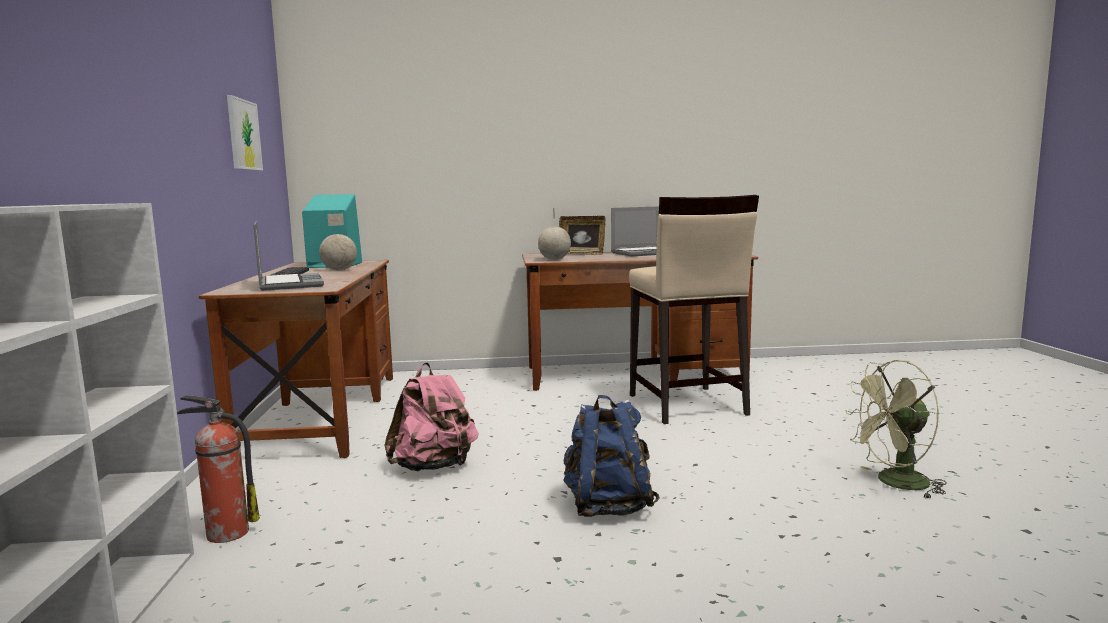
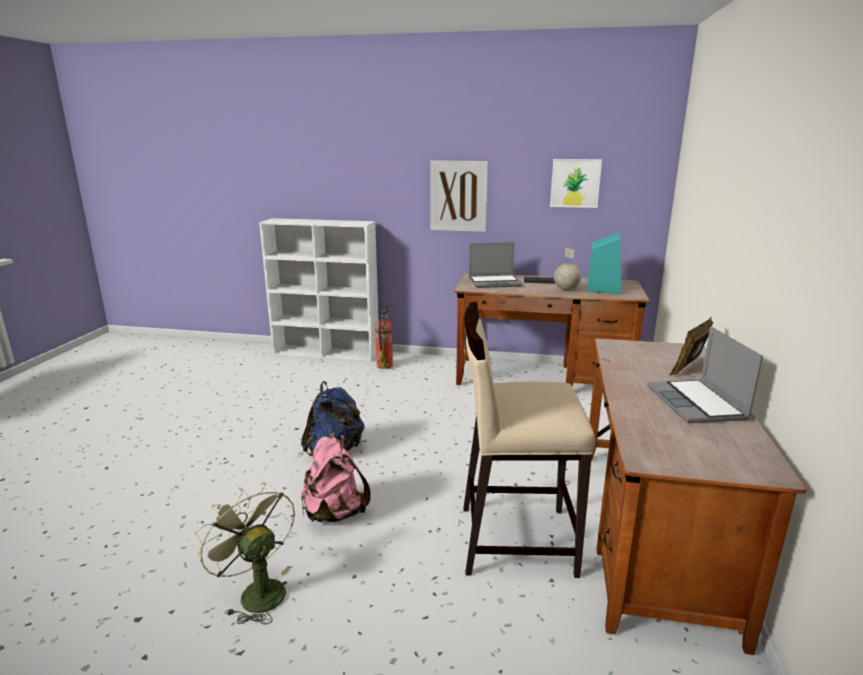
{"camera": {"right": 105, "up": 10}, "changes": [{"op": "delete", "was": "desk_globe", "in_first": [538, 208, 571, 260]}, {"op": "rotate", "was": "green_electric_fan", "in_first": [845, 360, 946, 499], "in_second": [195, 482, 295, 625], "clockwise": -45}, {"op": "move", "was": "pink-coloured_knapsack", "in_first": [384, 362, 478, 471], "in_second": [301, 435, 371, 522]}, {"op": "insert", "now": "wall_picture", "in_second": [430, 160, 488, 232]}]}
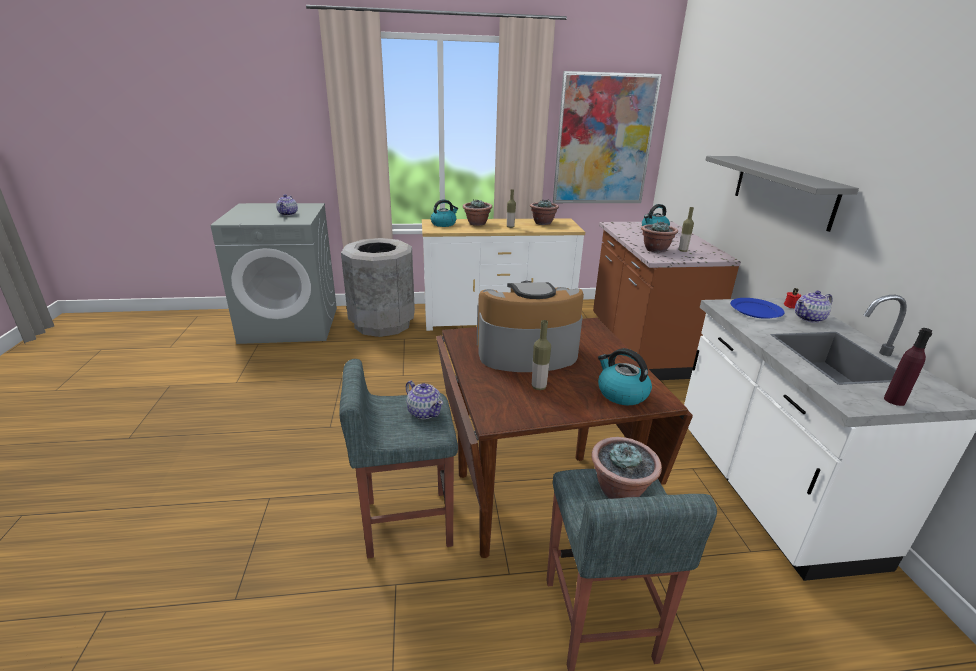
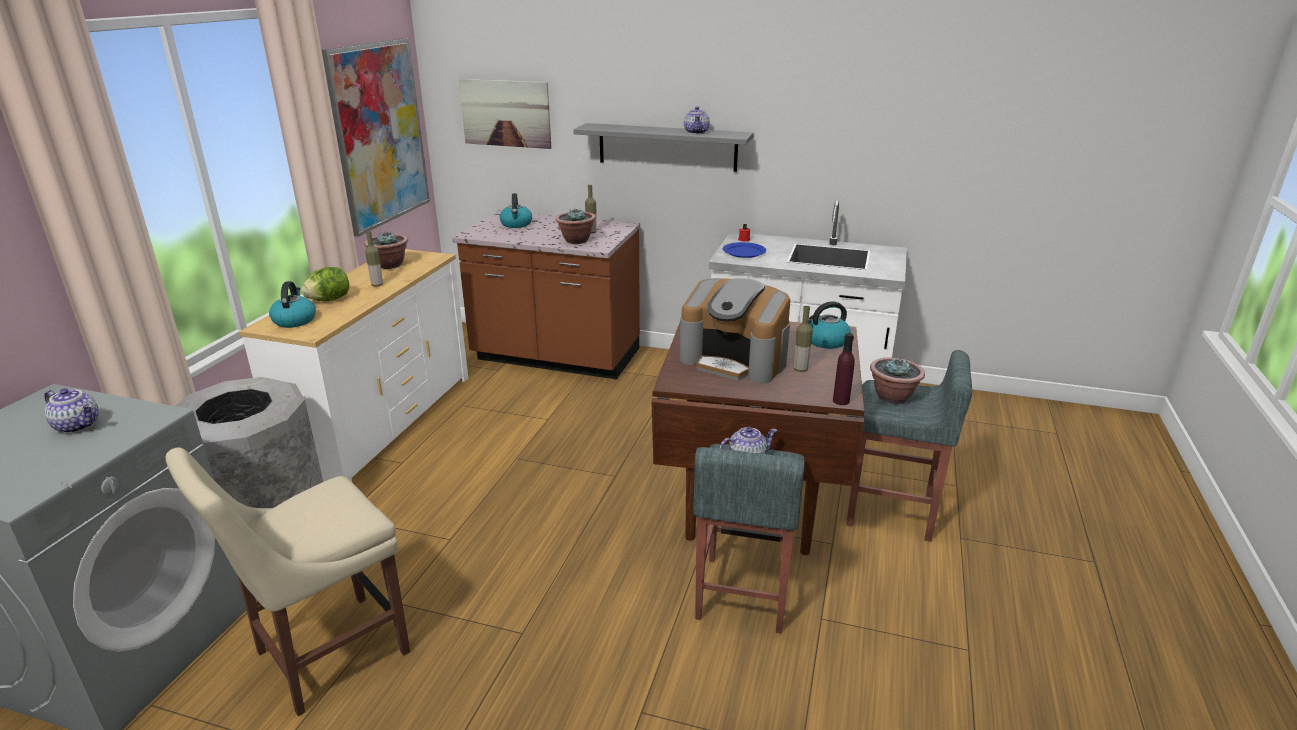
{"camera": {"right": -65, "up": 0}, "changes": [{"op": "replace", "was": "houseplant", "now": "lettuce", "in_first": [463, 200, 492, 226], "in_second": [301, 267, 350, 301]}, {"op": "rotate", "was": "coffee_machine", "in_first": [477, 281, 584, 372], "in_second": [680, 278, 790, 384], "clockwise": -75}, {"op": "move", "was": "tea_pot", "in_first": [795, 291, 833, 323], "in_second": [684, 106, 710, 134]}, {"op": "move", "was": "purple-coloured_beverage_bottle", "in_first": [884, 328, 932, 406], "in_second": [833, 333, 855, 405]}, {"op": "insert", "now": "wall_picture", "in_second": [459, 78, 551, 149]}, {"op": "insert", "now": "sand-coloured_plain_chair", "in_second": [165, 447, 410, 716]}]}
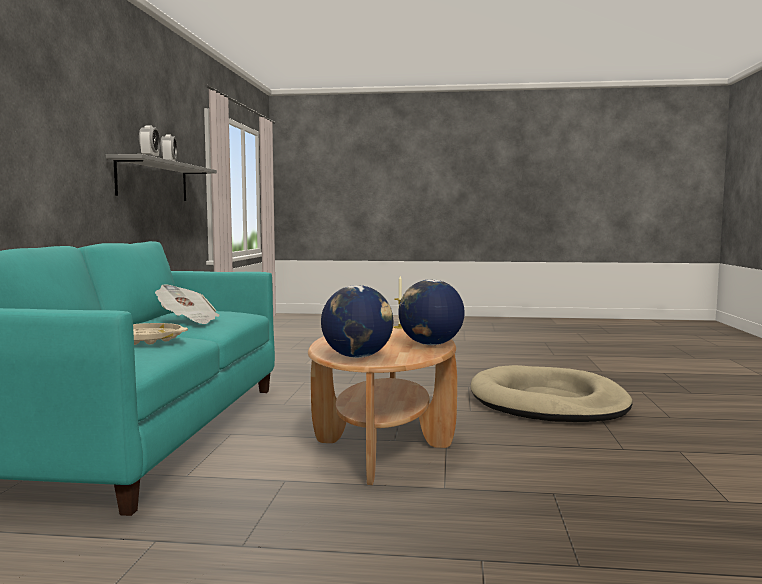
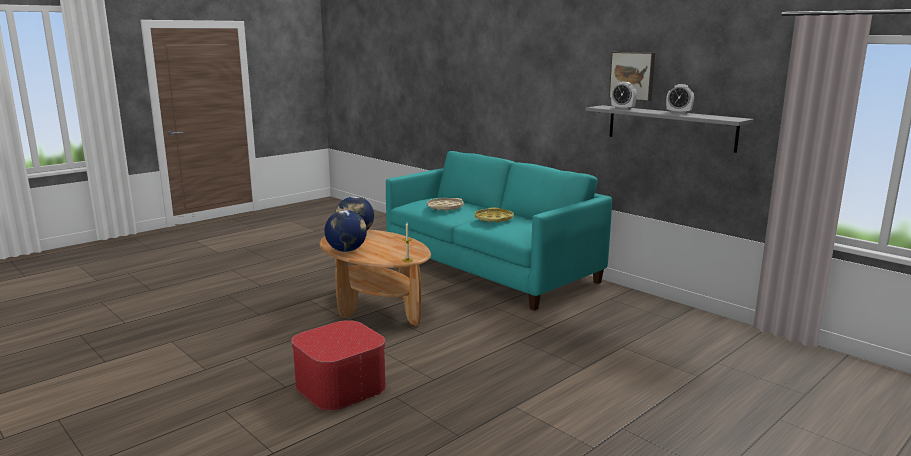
{"camera": {"right": 130, "up": 10}, "changes": [{"op": "replace", "was": "printed_paper", "now": "yellow-coloured_serving_tray", "in_first": [155, 285, 220, 324], "in_second": [475, 208, 514, 223]}, {"op": "replace", "was": "sand-coloured_pet_bed", "now": "ottoman", "in_first": [471, 365, 633, 422], "in_second": [291, 320, 386, 411]}, {"op": "insert", "now": "wall_picture", "in_second": [609, 52, 655, 101]}]}
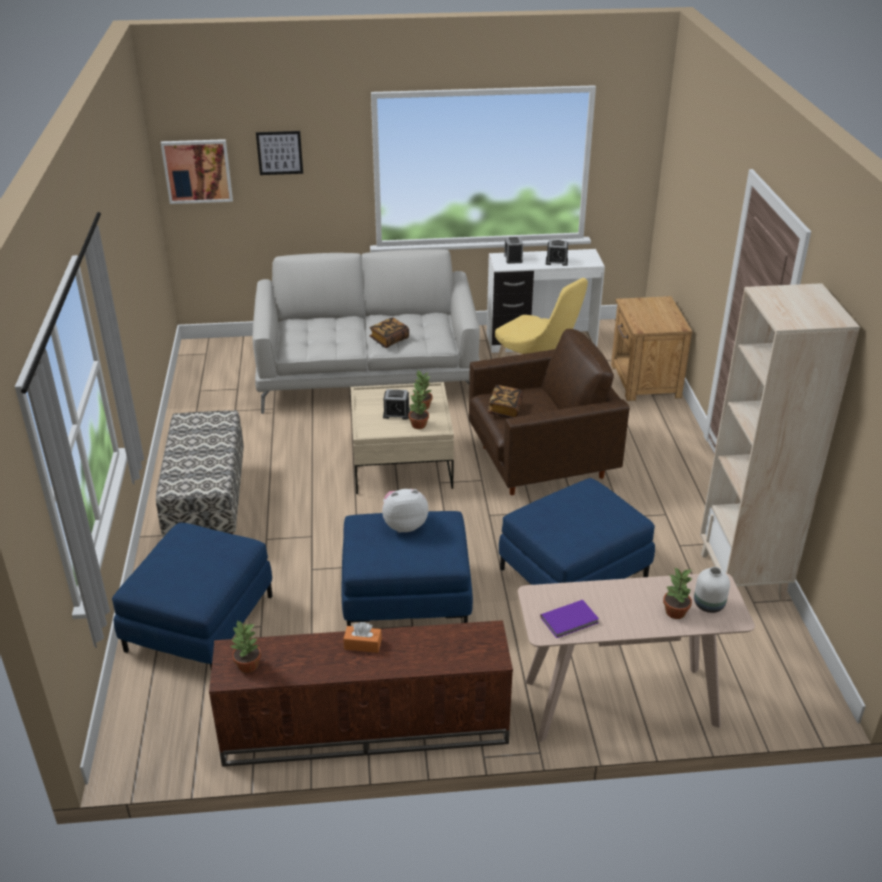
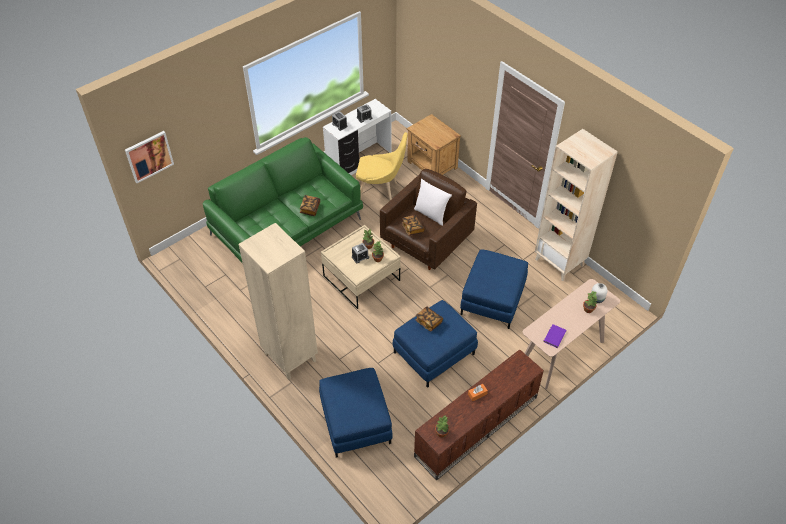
{"camera": {"right": -35, "up": 15}, "changes": [{"op": "delete", "was": "wall_picture", "in_first": [256, 131, 303, 175]}, {"op": "recolor", "was": "gray_couch", "now": "green_couch", "in_first": [252, 249, 480, 414], "in_second": [203, 137, 363, 262]}, {"op": "replace", "was": "indoor_bench", "now": "sand-coloured_shelving_unit", "in_first": [156, 410, 244, 537], "in_second": [239, 223, 318, 380]}, {"op": "replace", "was": "cuddly_toy", "now": "book", "in_first": [382, 489, 429, 533], "in_second": [415, 307, 443, 331]}, {"op": "insert", "now": "white_pillow", "in_second": [414, 178, 452, 226]}]}
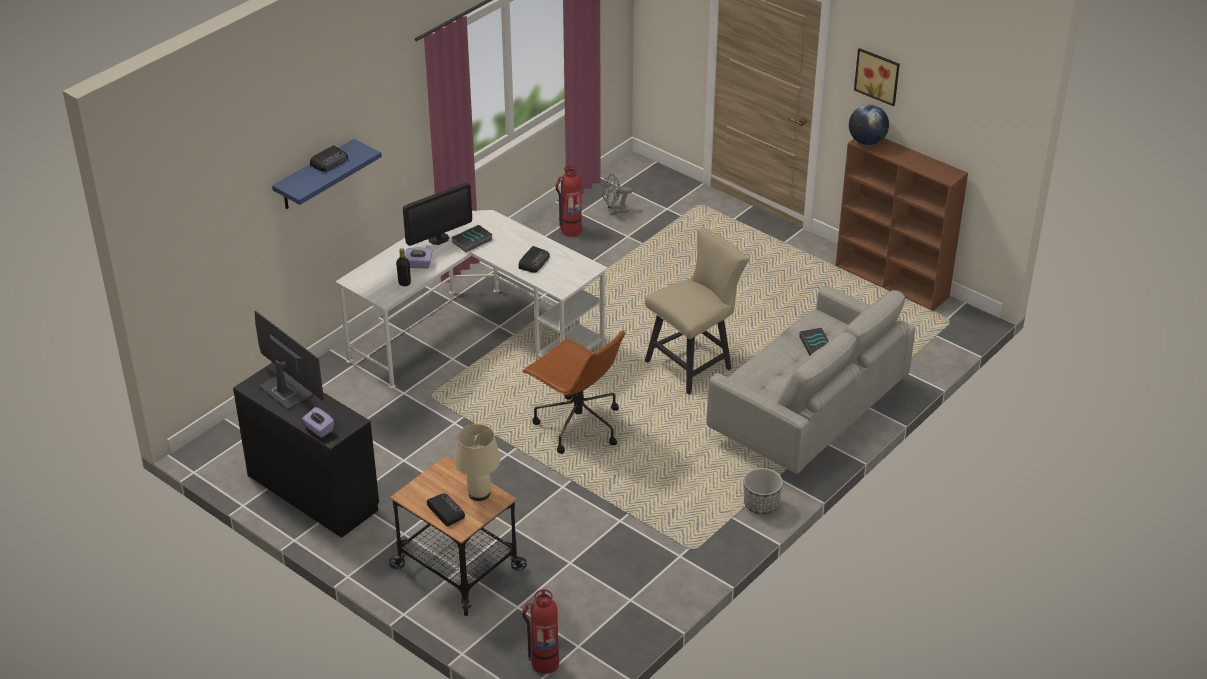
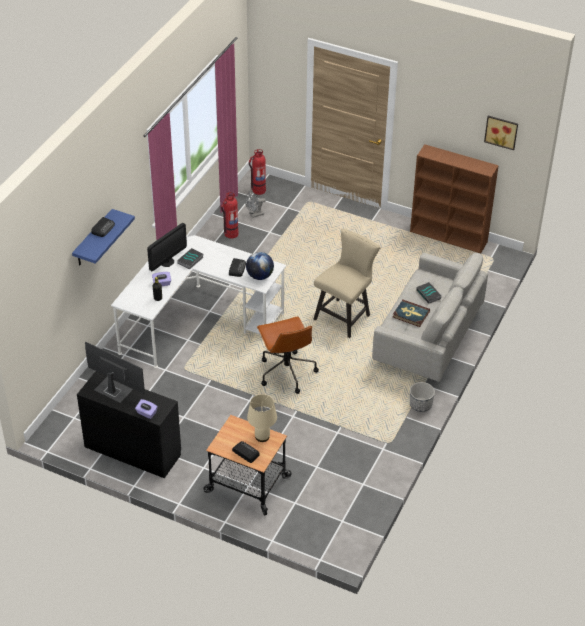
{"camera": {"right": -15, "up": 5}, "changes": [{"op": "move", "was": "wall_picture", "in_first": [854, 48, 900, 106], "in_second": [484, 116, 518, 150]}, {"op": "move", "was": "desk_globe", "in_first": [849, 105, 889, 145], "in_second": [246, 252, 274, 280]}, {"op": "rotate", "was": "brown-coloured_computer_chair", "in_first": [522, 330, 625, 454], "in_second": [257, 317, 319, 394], "clockwise": 45}, {"op": "move", "was": "extinguisher", "in_first": [522, 589, 559, 674], "in_second": [249, 149, 266, 195]}, {"op": "insert", "now": "book", "in_second": [393, 300, 430, 327]}]}
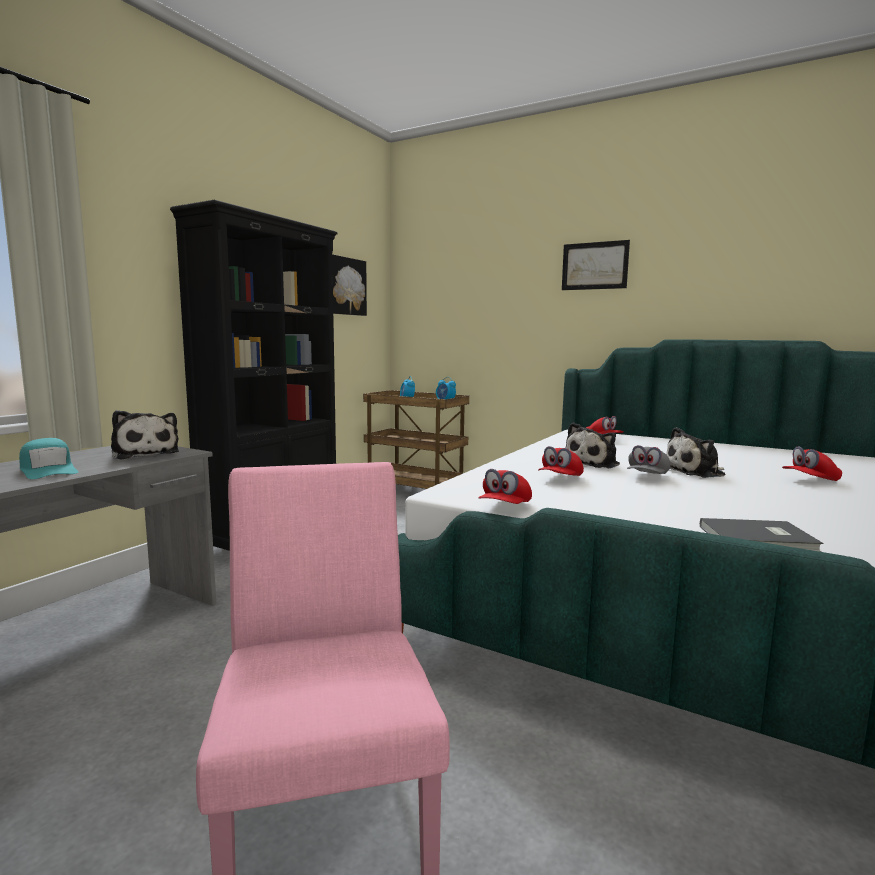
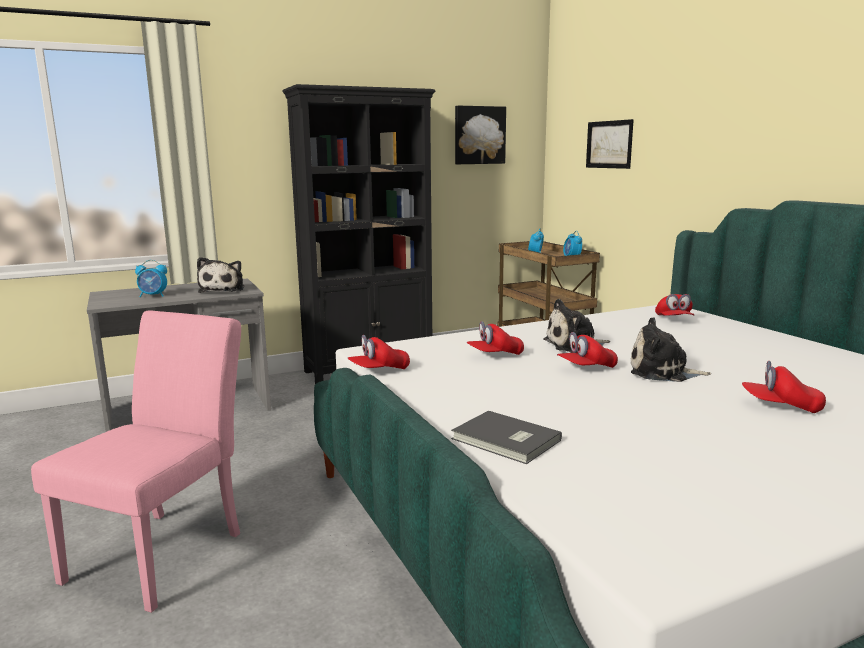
{"camera": {"right": 35, "up": 5}, "changes": [{"op": "move", "was": "wall_picture", "in_first": [562, 240, 630, 290], "in_second": [586, 119, 634, 169]}, {"op": "replace", "was": "turquoise-coloured_cap", "now": "alarm_clock", "in_first": [19, 438, 78, 479], "in_second": [135, 260, 167, 297]}, {"op": "recolor", "was": "gray_cap", "now": "red_cap", "in_first": [627, 445, 671, 474], "in_second": [557, 332, 618, 368]}]}
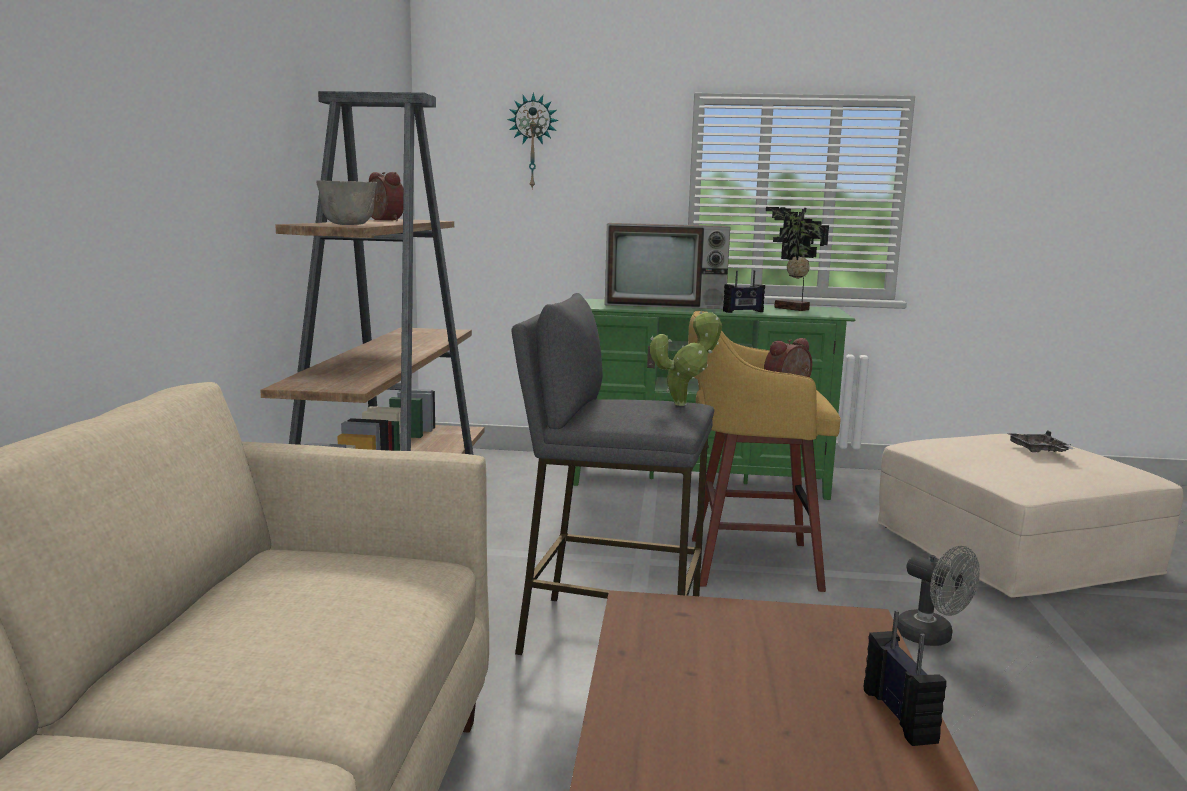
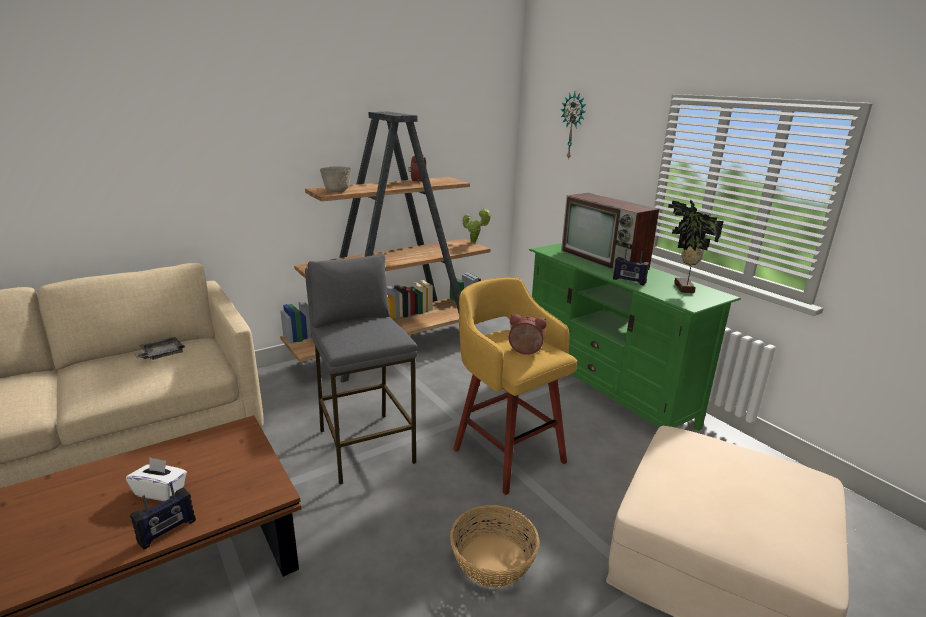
{"camera": {"right": 50, "up": 10}, "changes": [{"op": "move", "was": "houseplant", "in_first": [650, 311, 722, 406], "in_second": [463, 208, 491, 244]}, {"op": "move", "was": "gray_serving_tray", "in_first": [1006, 431, 1074, 452], "in_second": [135, 337, 185, 360]}, {"op": "replace", "was": "gray_electric_fan", "now": "basket", "in_first": [897, 546, 980, 646], "in_second": [450, 505, 540, 588]}, {"op": "insert", "now": "white_tissue_box", "in_second": [126, 457, 187, 501]}]}
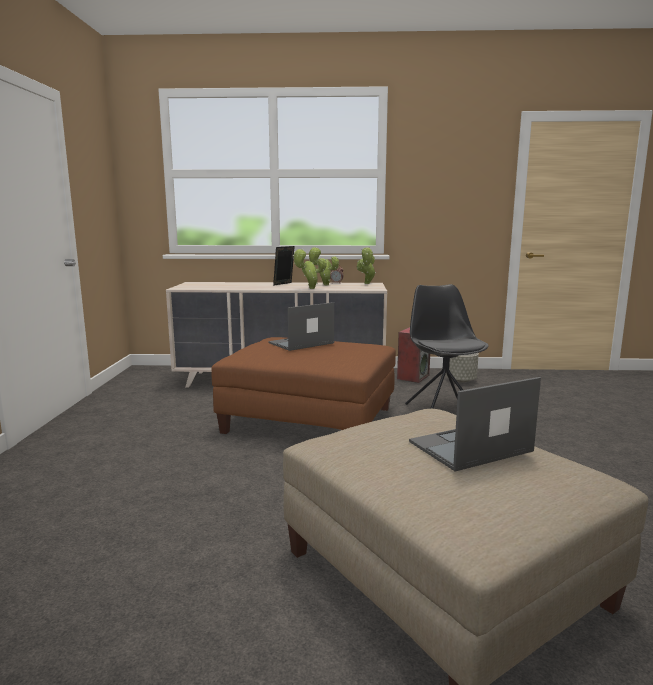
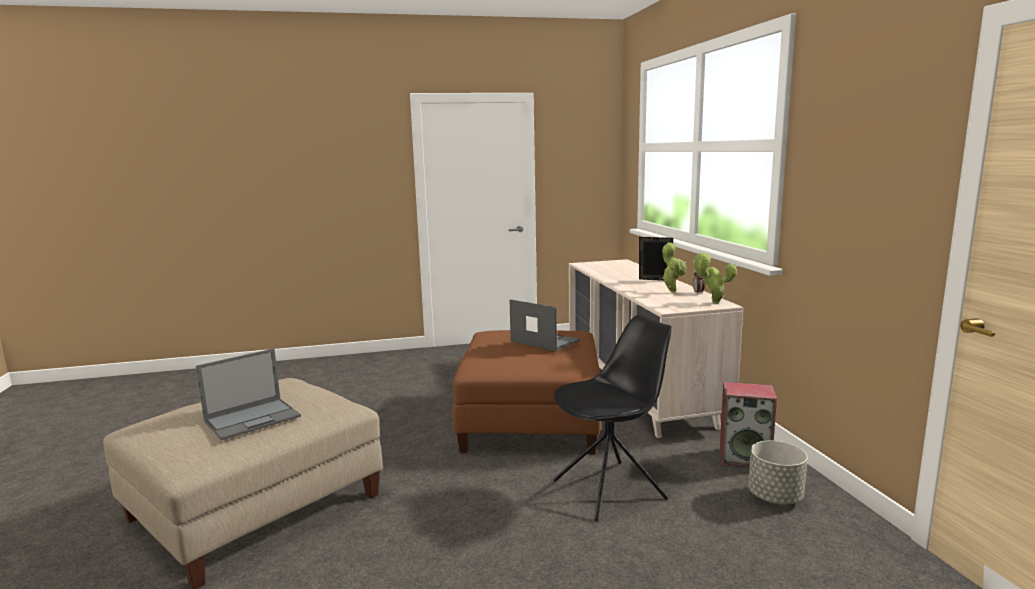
{"camera": {"right": 75, "up": 0}, "changes": [{"op": "delete", "was": "houseplant", "in_first": [293, 249, 327, 289]}, {"op": "rotate", "was": "notebook_computer", "in_first": [409, 377, 541, 472], "in_second": [196, 348, 301, 440], "clockwise": 90}]}
